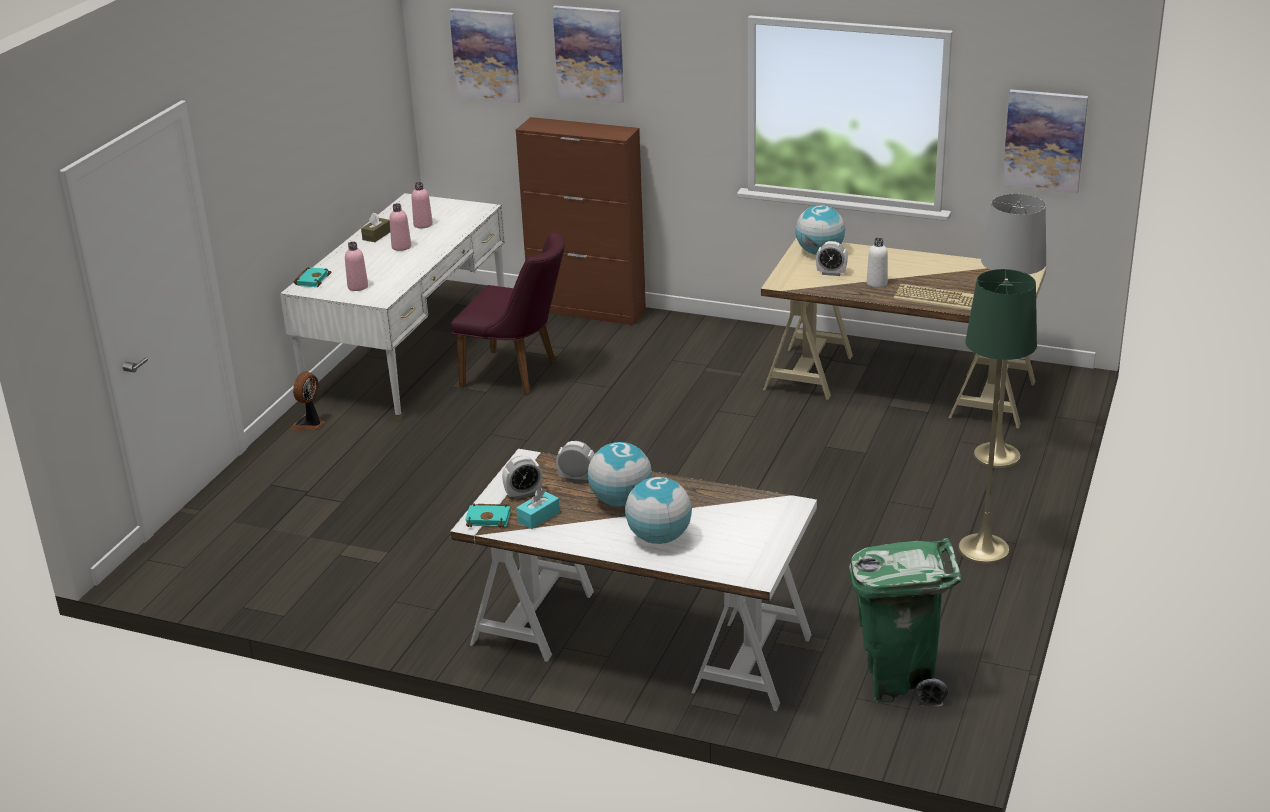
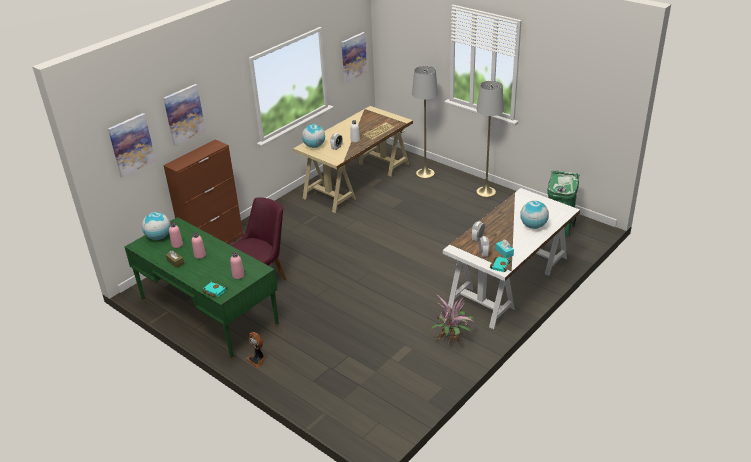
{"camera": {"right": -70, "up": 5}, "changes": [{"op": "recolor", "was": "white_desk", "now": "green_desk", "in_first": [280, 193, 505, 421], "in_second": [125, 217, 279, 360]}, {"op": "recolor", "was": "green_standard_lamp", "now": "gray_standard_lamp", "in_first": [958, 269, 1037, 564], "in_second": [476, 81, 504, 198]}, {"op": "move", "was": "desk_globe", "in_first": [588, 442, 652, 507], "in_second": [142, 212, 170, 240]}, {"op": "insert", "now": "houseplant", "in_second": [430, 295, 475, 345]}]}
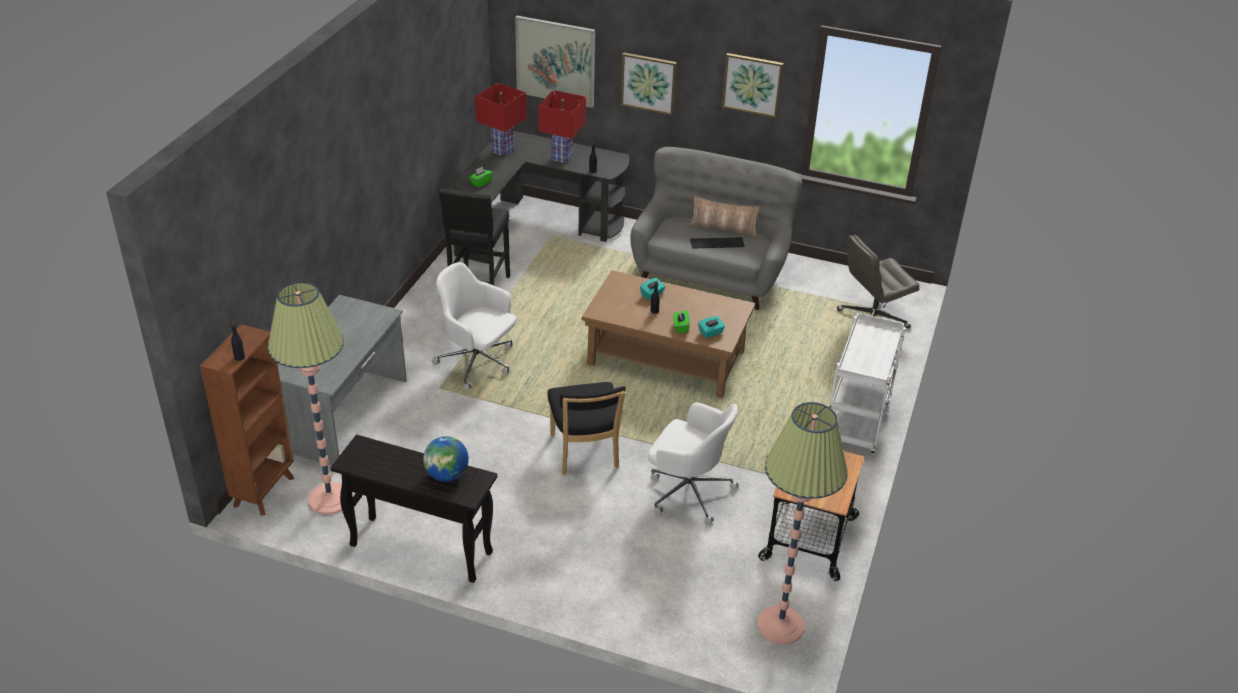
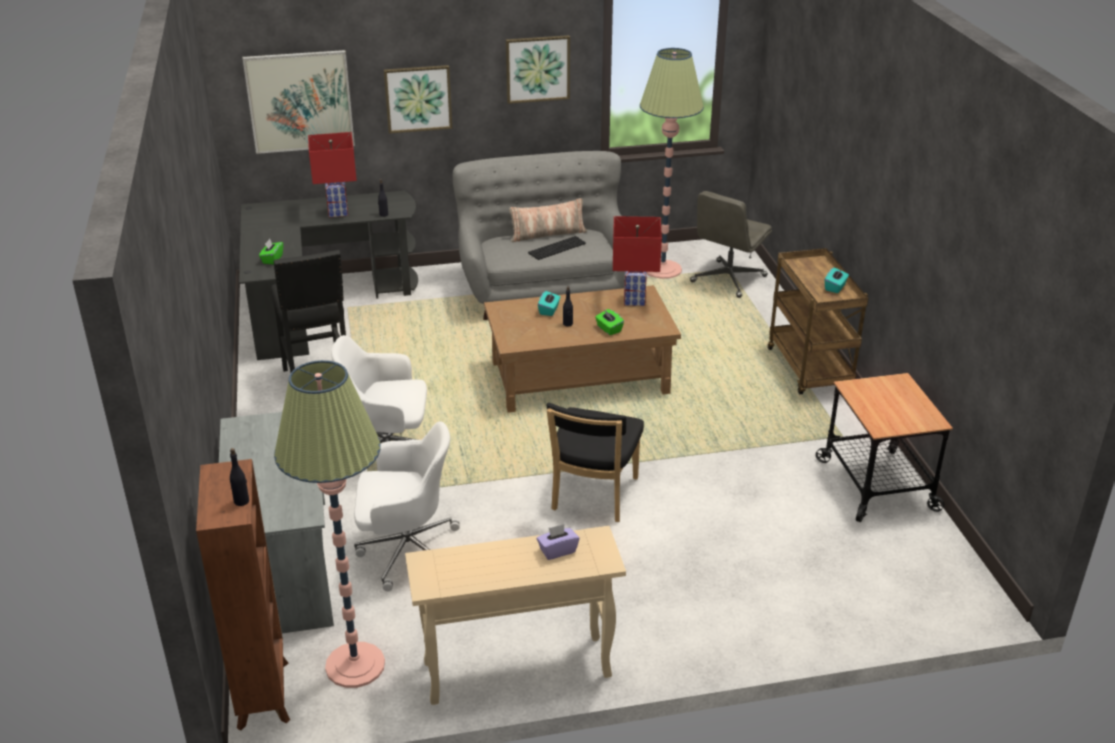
{"camera": {"right": -30, "up": -5}, "changes": [{"op": "move", "was": "red_table_lamp", "in_first": [475, 83, 526, 157], "in_second": [613, 216, 662, 306]}, {"op": "recolor", "was": "white_cart", "now": "brown-coloured_cart", "in_first": [829, 313, 905, 453], "in_second": [768, 248, 868, 394]}, {"op": "move", "was": "turquoise-coloured_tissue_box", "in_first": [698, 316, 725, 338], "in_second": [825, 267, 849, 293]}, {"op": "rotate", "was": "black_plain_chair", "in_first": [548, 382, 626, 475], "in_second": [547, 403, 644, 522], "clockwise": 60}, {"op": "move", "was": "standard_lamp", "in_first": [757, 402, 848, 644], "in_second": [640, 48, 704, 279]}, {"op": "move", "was": "white_computer_chair", "in_first": [648, 403, 739, 525], "in_second": [354, 422, 460, 592]}, {"op": "recolor", "was": "black_hall_table", "now": "sand-coloured_hall_table", "in_first": [330, 435, 497, 583], "in_second": [405, 526, 626, 705]}, {"op": "replace", "was": "desk_globe", "now": "purple-coloured_tissue_box", "in_first": [423, 436, 469, 482], "in_second": [537, 524, 579, 560]}]}
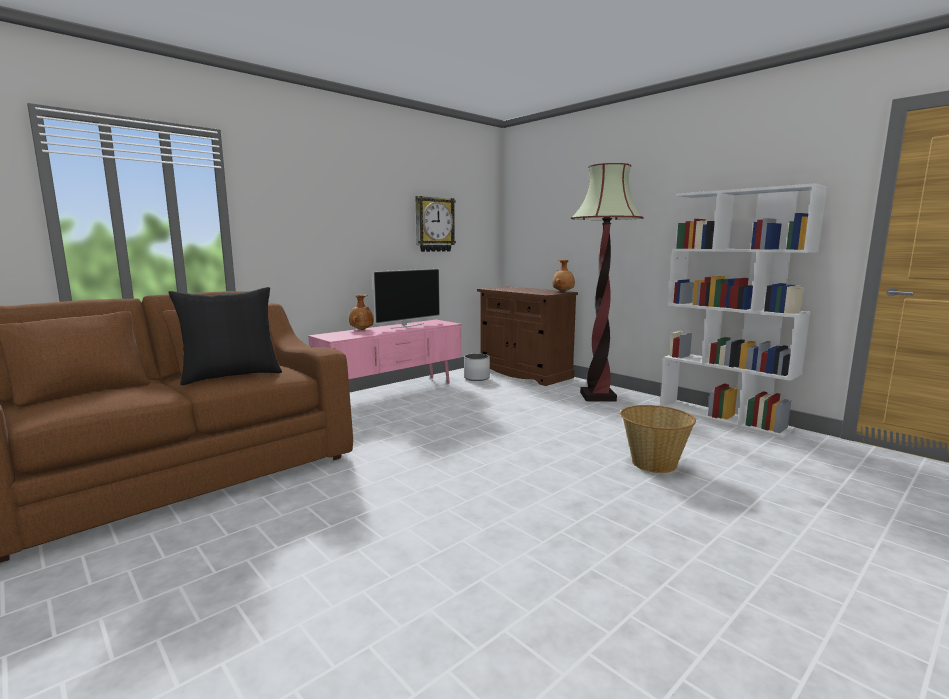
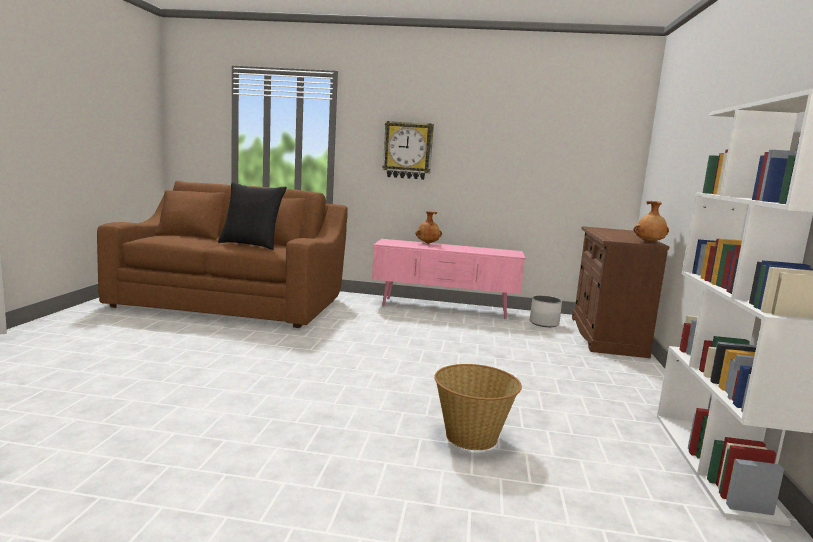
{"camera": {"right": 50, "up": 0}, "changes": [{"op": "delete", "was": "standard_lamp", "in_first": [571, 163, 644, 401]}, {"op": "move", "was": "clock_on_the_wall", "in_first": [415, 196, 456, 252], "in_second": [382, 121, 434, 180]}, {"op": "delete", "was": "TV", "in_first": [373, 268, 440, 329]}]}
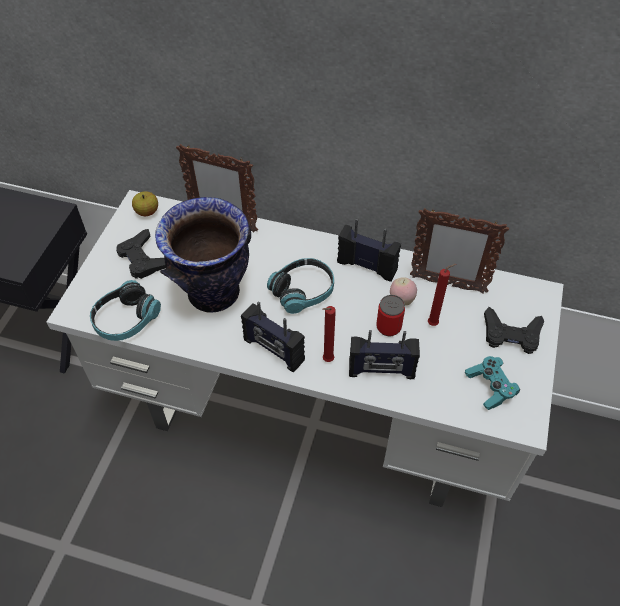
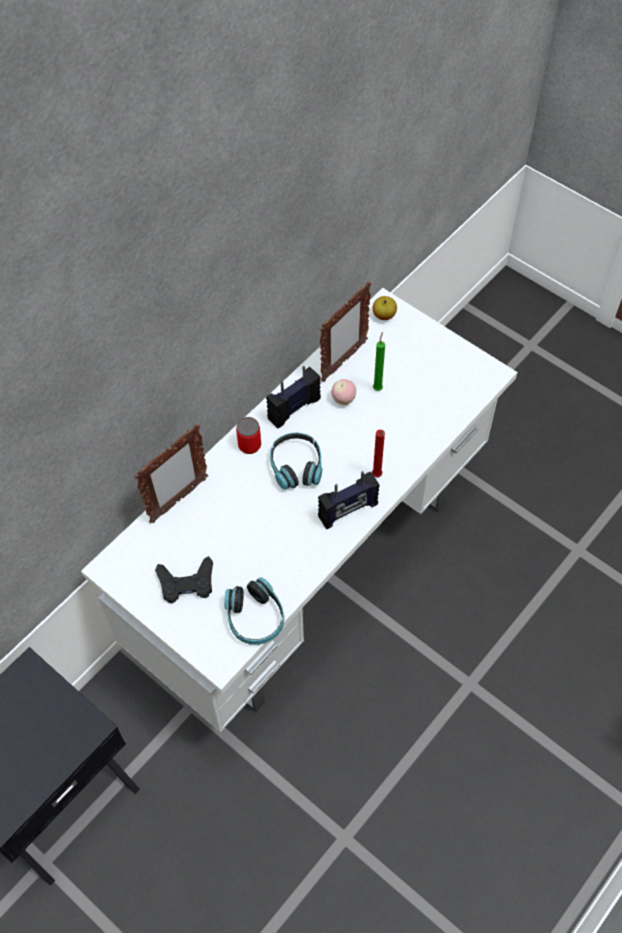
{"camera": {"right": -65, "up": 5}, "changes": [{"op": "move", "was": "apple", "in_first": [132, 191, 158, 216], "in_second": [373, 296, 397, 320]}, {"op": "delete", "was": "flower_vase", "in_first": [155, 197, 251, 313]}, {"op": "recolor", "was": "red_candle", "now": "green_candle", "in_first": [428, 264, 456, 326], "in_second": [373, 332, 385, 391]}, {"op": "move", "was": "can", "in_first": [376, 295, 405, 336], "in_second": [236, 417, 261, 454]}, {"op": "delete", "was": "black_joypad", "in_first": [484, 307, 544, 354]}, {"op": "delete", "was": "radio_set", "in_first": [349, 330, 420, 379]}, {"op": "delete", "was": "turquoise-coloured_joypad", "in_first": [465, 356, 521, 410]}]}
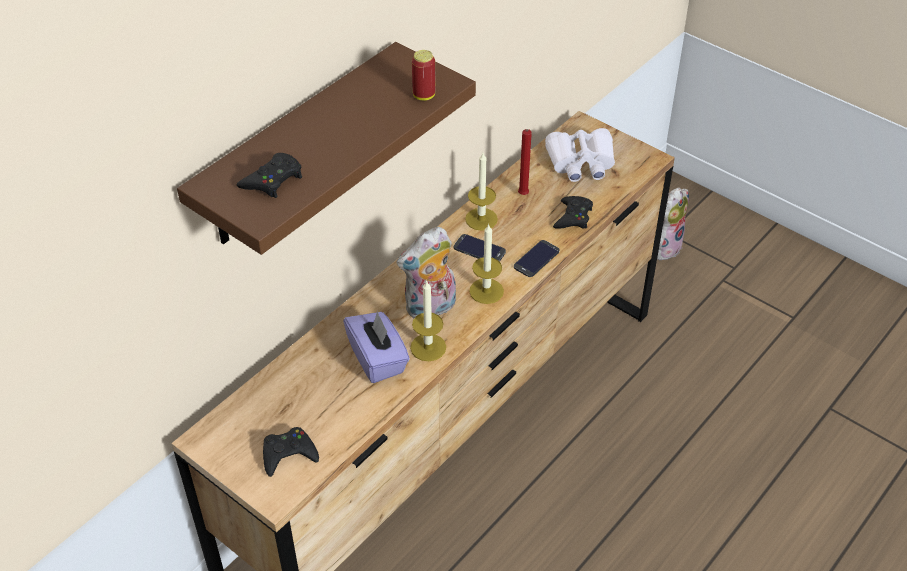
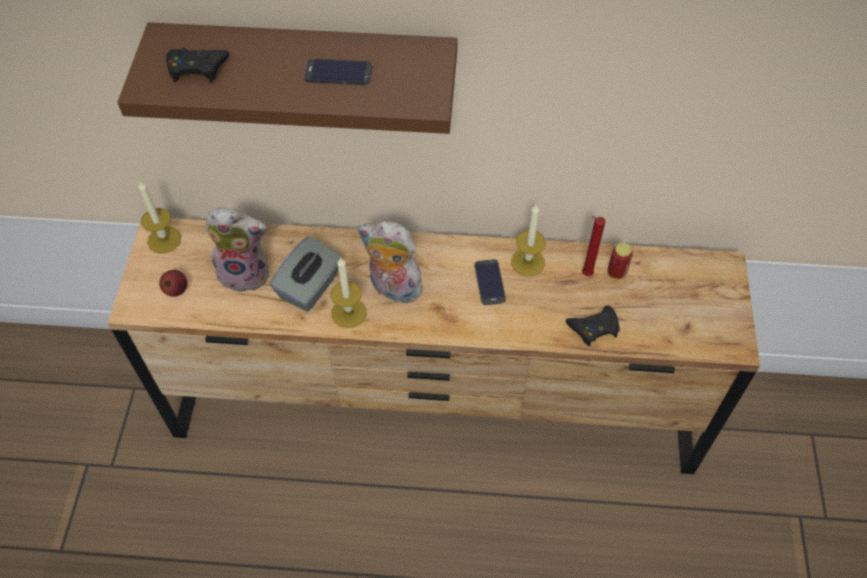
{"camera": {"right": 55, "up": 10}, "changes": [{"op": "move", "was": "can", "in_first": [412, 50, 435, 101], "in_second": [608, 243, 633, 280]}, {"op": "delete", "was": "white_pair_of_binoculars", "in_first": [545, 128, 615, 182]}, {"op": "move", "was": "cuddly_toy", "in_first": [657, 187, 689, 263], "in_second": [205, 208, 269, 292]}, {"op": "move", "was": "candle", "in_first": [469, 223, 504, 304], "in_second": [138, 180, 181, 253]}, {"op": "move", "was": "phone", "in_first": [514, 240, 560, 277], "in_second": [304, 58, 372, 85]}, {"op": "recolor", "was": "purple-coloured_tissue_box", "now": "gray_tissue_box", "in_first": [343, 311, 410, 383], "in_second": [270, 236, 342, 311]}, {"op": "replace", "was": "black_joypad", "now": "apple", "in_first": [263, 427, 319, 477], "in_second": [159, 270, 187, 297]}]}
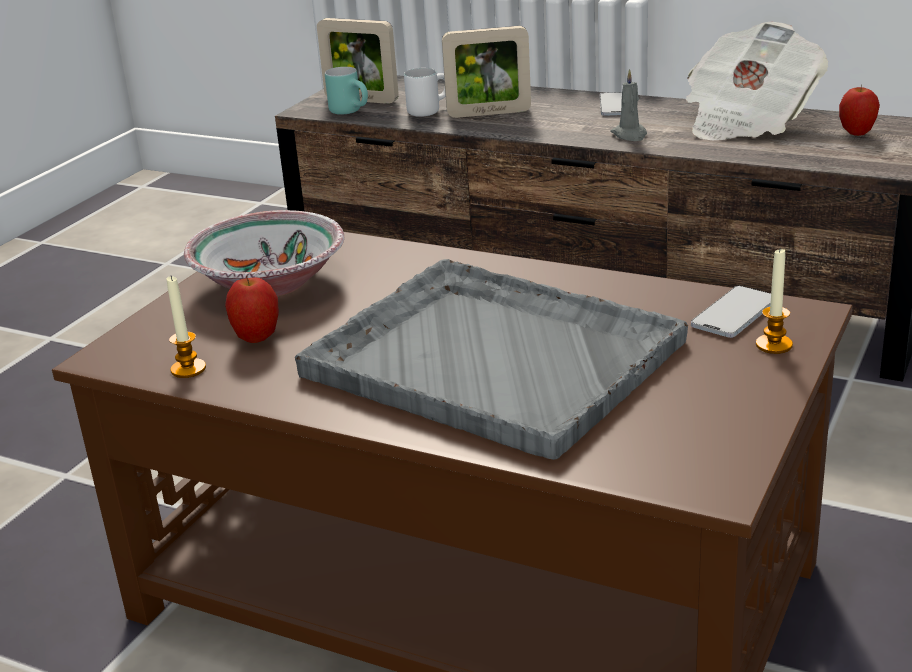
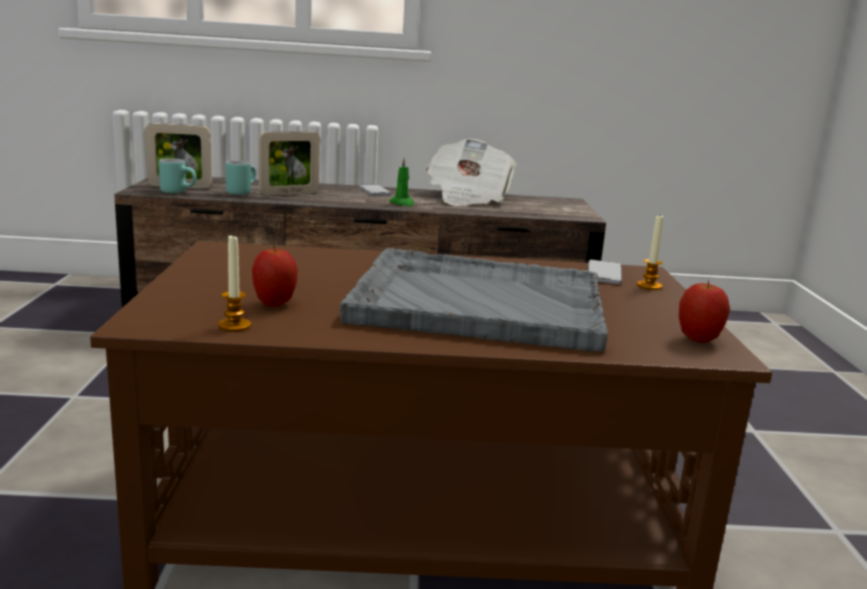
{"camera": {"right": -30, "up": -10}, "changes": [{"op": "recolor", "was": "white_mug", "now": "turquoise-coloured_mug", "in_first": [404, 68, 446, 117], "in_second": [226, 160, 256, 195]}, {"op": "recolor", "was": "gray_candle", "now": "green_candle", "in_first": [610, 69, 647, 141], "in_second": [389, 158, 414, 206]}, {"op": "move", "was": "apple", "in_first": [839, 85, 880, 136], "in_second": [679, 280, 730, 343]}, {"op": "delete", "was": "bowl", "in_first": [184, 210, 345, 296]}]}
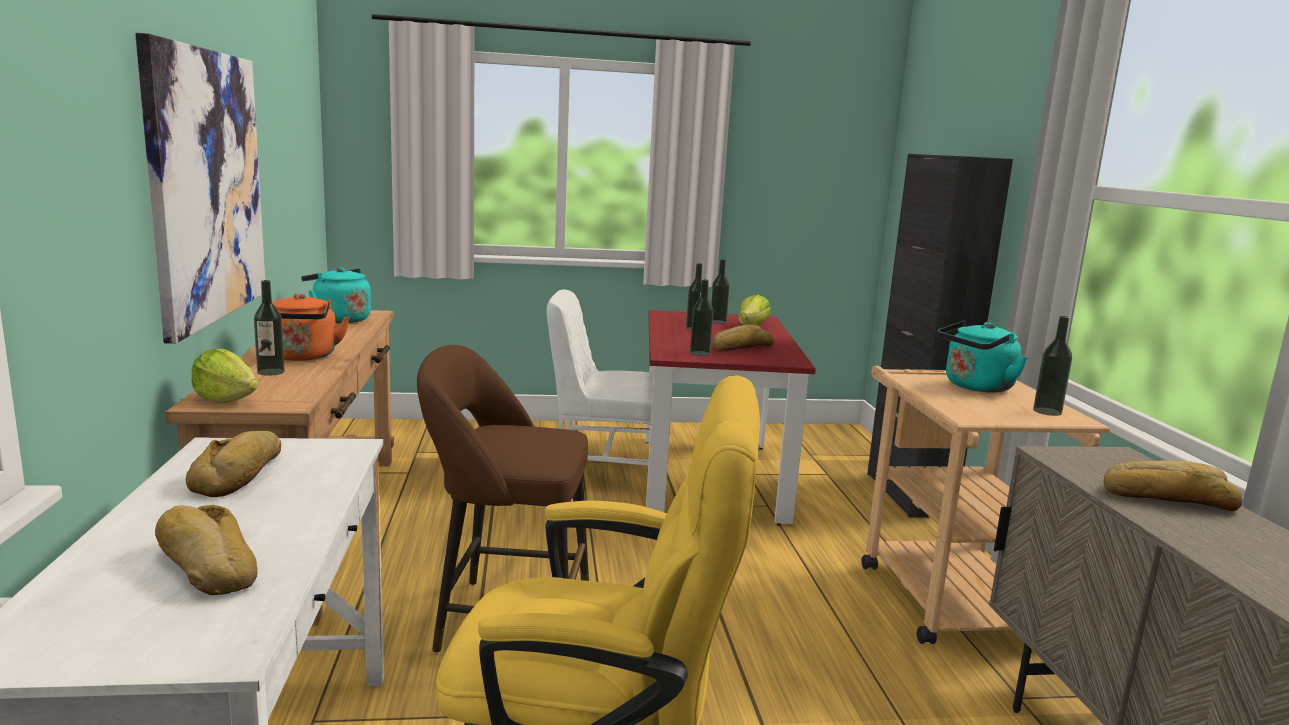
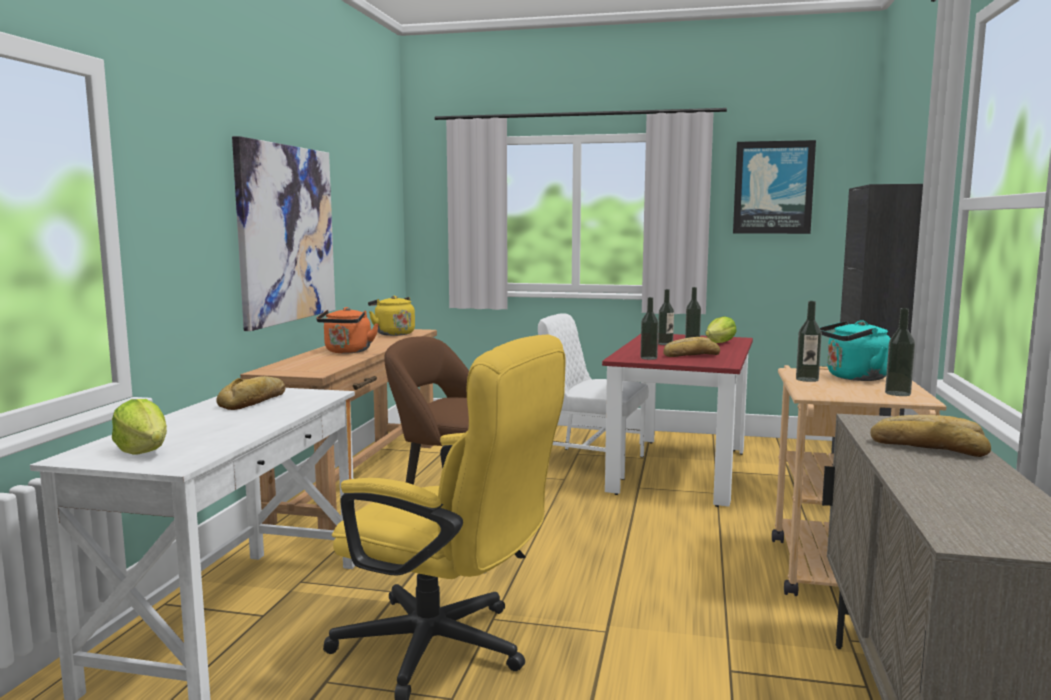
{"camera": {"right": 20, "up": -5}, "changes": [{"op": "recolor", "was": "turquoise-coloured_tea_kettle", "now": "yellow-coloured_tea_kettle", "in_first": [301, 267, 371, 323], "in_second": [368, 295, 415, 336]}, {"op": "move", "was": "beverage_bottle", "in_first": [254, 280, 285, 376], "in_second": [796, 301, 822, 382]}, {"op": "move", "was": "lettuce", "in_first": [192, 349, 259, 403], "in_second": [112, 399, 167, 455]}, {"op": "delete", "was": "bread", "in_first": [155, 505, 257, 595]}, {"op": "insert", "now": "wall_picture", "in_second": [733, 140, 816, 234]}]}
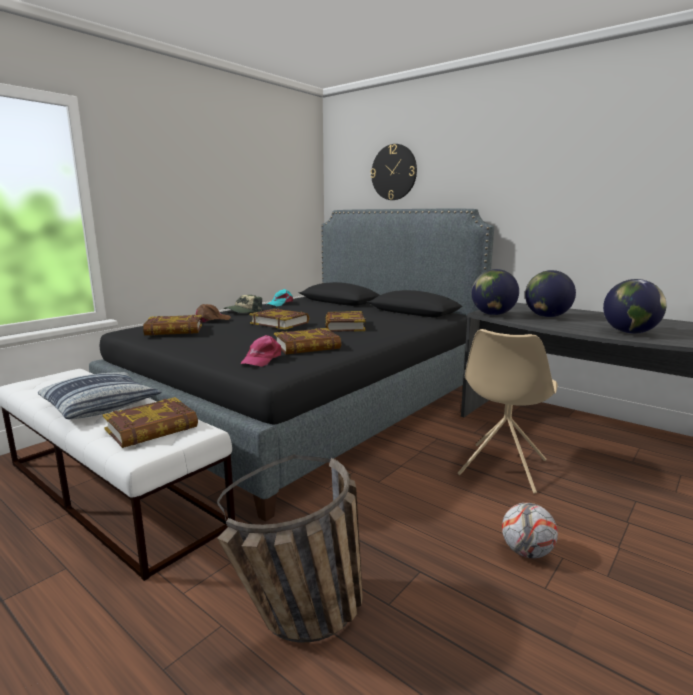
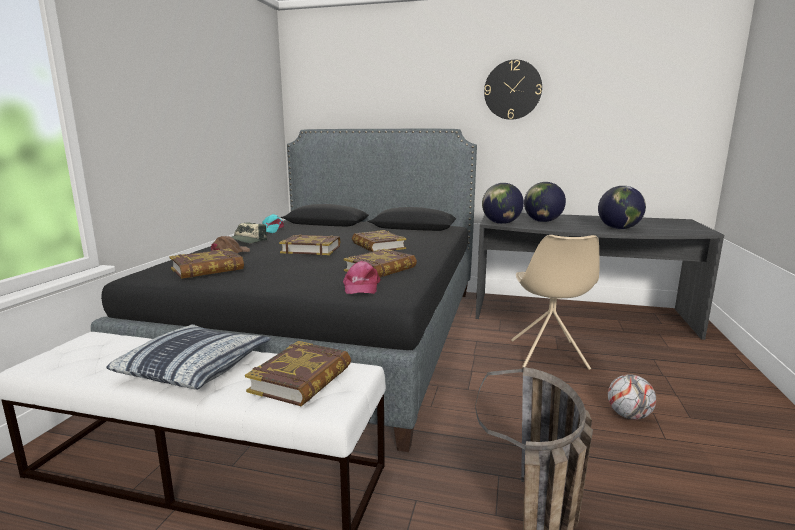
{"camera": {"right": -25, "up": 0}, "changes": [{"op": "move", "was": "clock_on_the_wall", "in_first": [371, 144, 417, 200], "in_second": [484, 60, 542, 120]}]}
